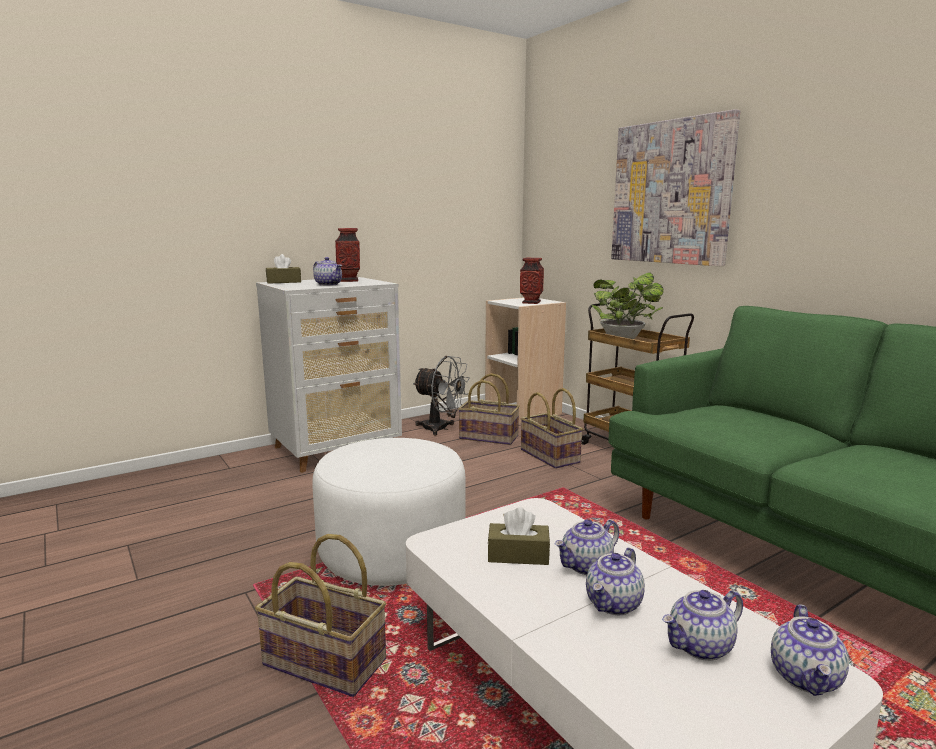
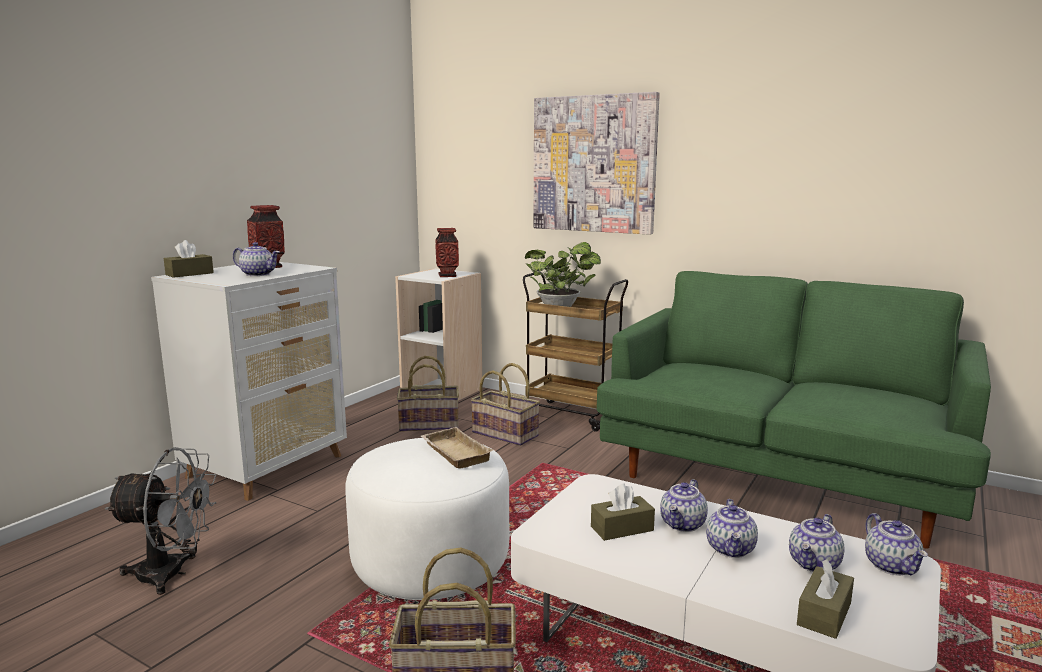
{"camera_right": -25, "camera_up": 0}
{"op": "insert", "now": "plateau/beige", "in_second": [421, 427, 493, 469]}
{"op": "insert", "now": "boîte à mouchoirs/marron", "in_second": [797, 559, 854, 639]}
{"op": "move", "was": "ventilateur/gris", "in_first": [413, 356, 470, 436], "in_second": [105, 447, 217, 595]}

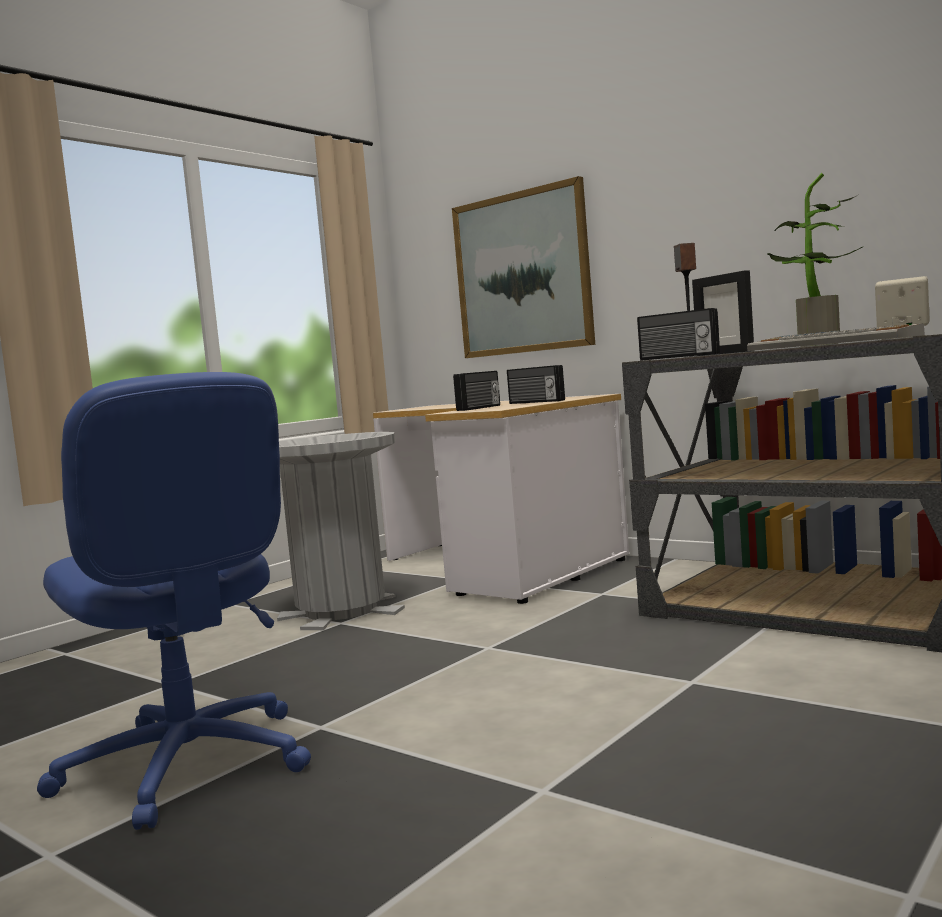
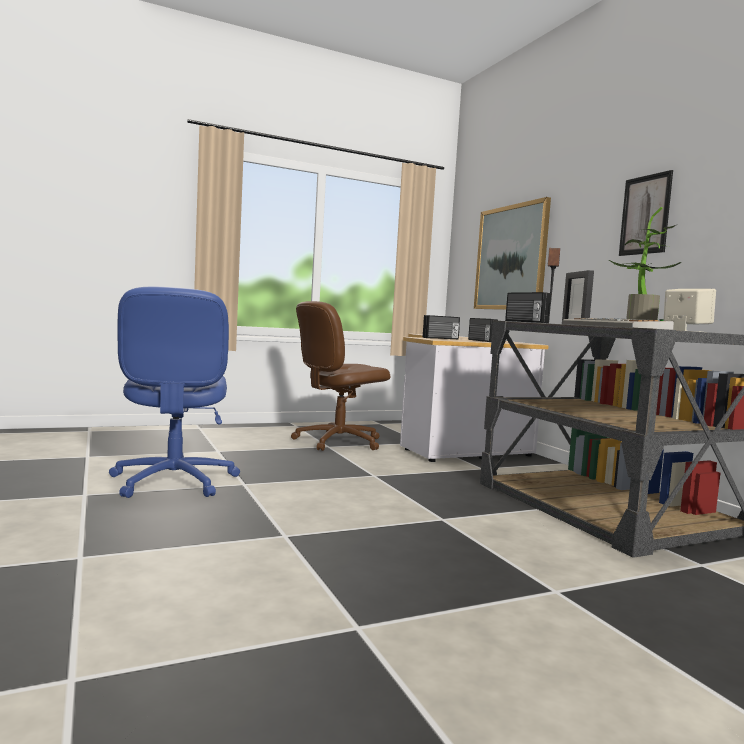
{"camera_right": 25, "camera_up": 0}
{"op": "insert", "now": "tableau", "in_second": [619, 170, 673, 256]}
{"op": "replace", "was": "poubelle/gris", "now": "chaise de bureau/marron", "in_first": [277, 432, 405, 630], "in_second": [291, 301, 391, 451]}

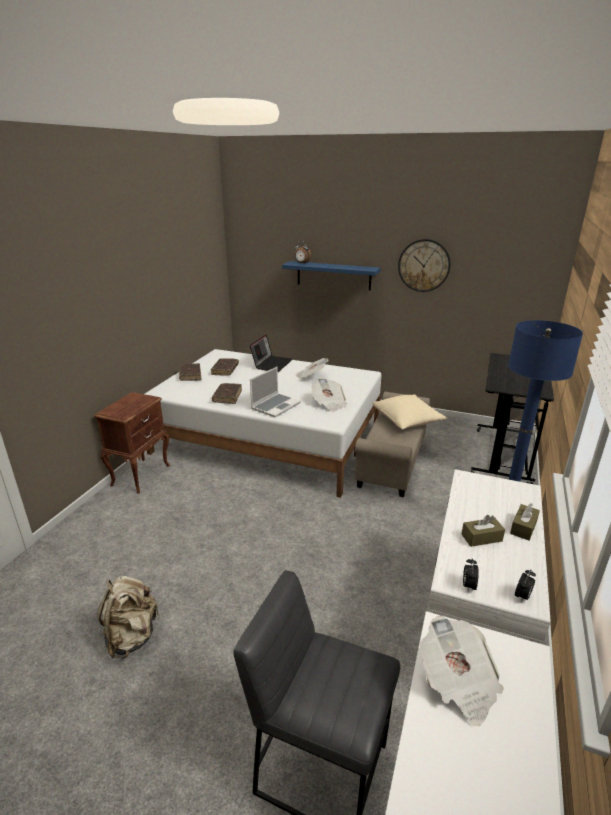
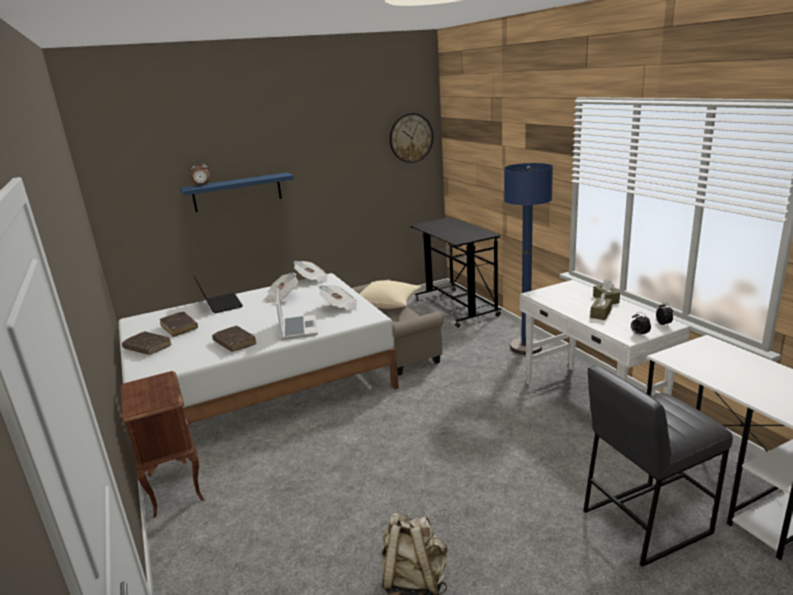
{"camera_right": -45, "camera_up": -5}
{"op": "move", "was": "horloge murale", "in_first": [398, 239, 451, 292], "in_second": [389, 113, 433, 163]}
{"op": "move", "was": "journal", "in_first": [420, 615, 504, 726], "in_second": [294, 261, 328, 283]}

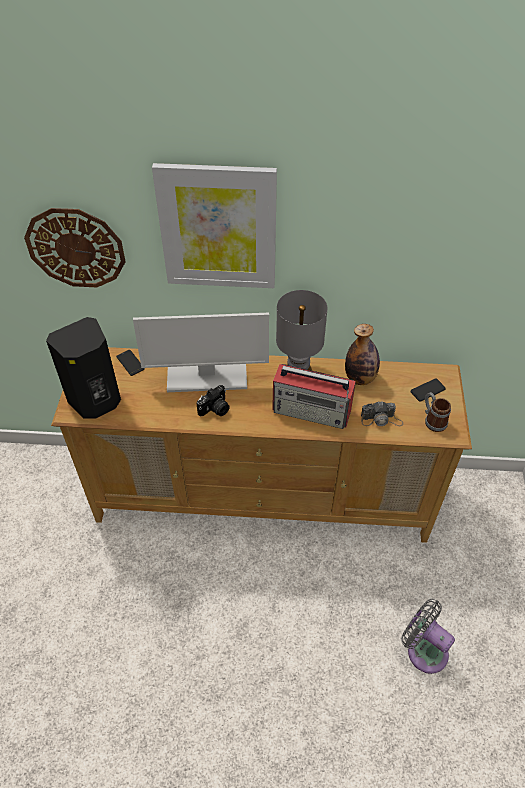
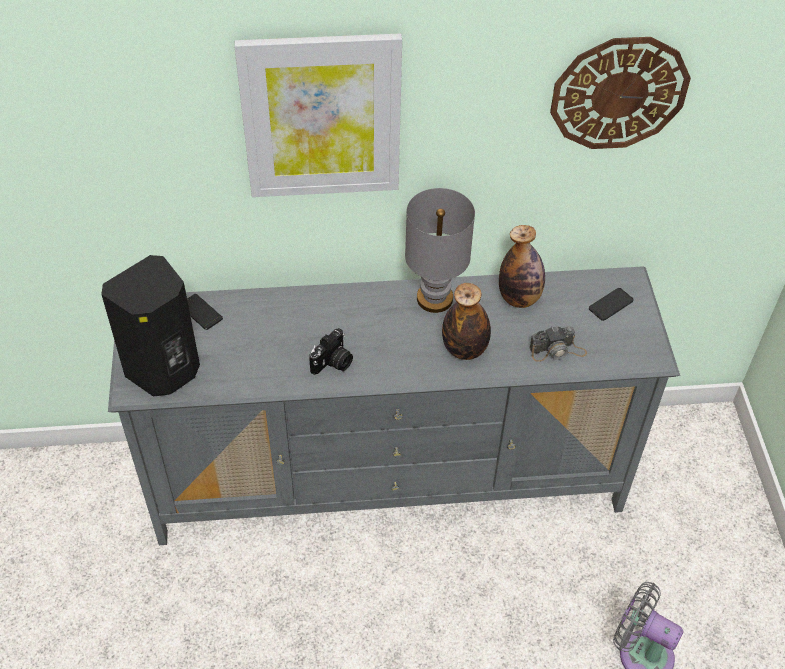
{"camera_right": -10, "camera_up": 0}
{"op": "delete", "was": "écran d'ordinateur", "in_first": [133, 313, 269, 392]}
{"op": "delete", "was": "mug", "in_first": [425, 392, 451, 432]}
{"op": "move", "was": "horloge murale", "in_first": [24, 208, 126, 287], "in_second": [550, 37, 691, 149]}
{"op": "replace", "was": "radio", "now": "bouteille", "in_first": [272, 364, 356, 429], "in_second": [442, 283, 491, 360]}
{"op": "recolor", "was": "commode/marron", "now": "commode/gris", "in_first": [51, 347, 472, 543], "in_second": [108, 266, 680, 545]}

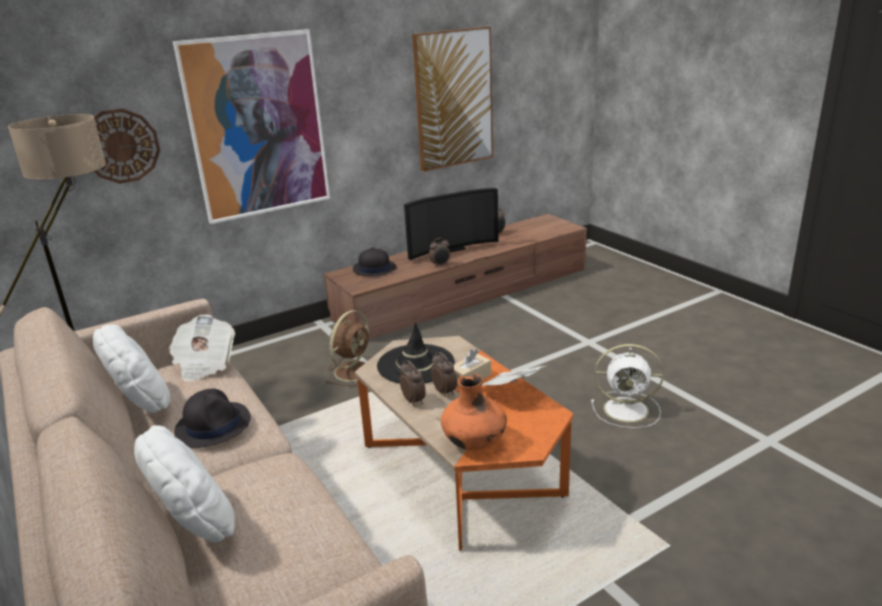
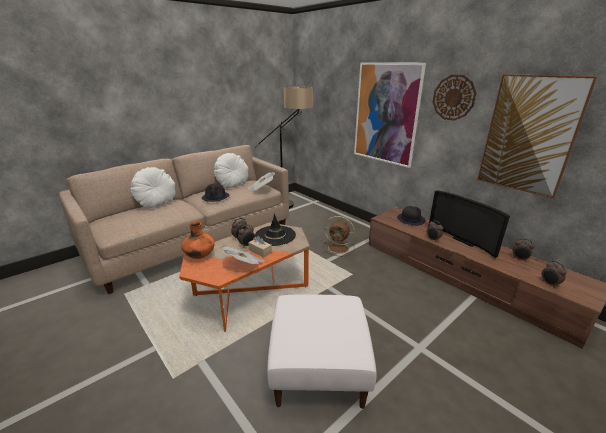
{"camera_right": 80, "camera_up": 0}
{"op": "insert", "now": "réveil", "in_second": [541, 261, 567, 288]}
{"op": "move", "was": "horloge murale", "in_first": [94, 109, 160, 184], "in_second": [433, 75, 476, 121]}
{"op": "replace", "was": "ventilateur/blanc", "now": "pouf/blanc", "in_first": [591, 344, 664, 428], "in_second": [267, 295, 377, 409]}

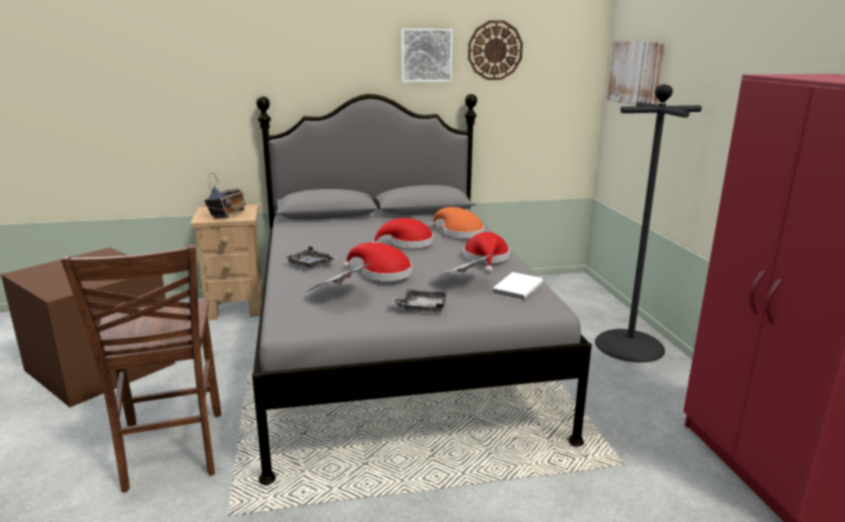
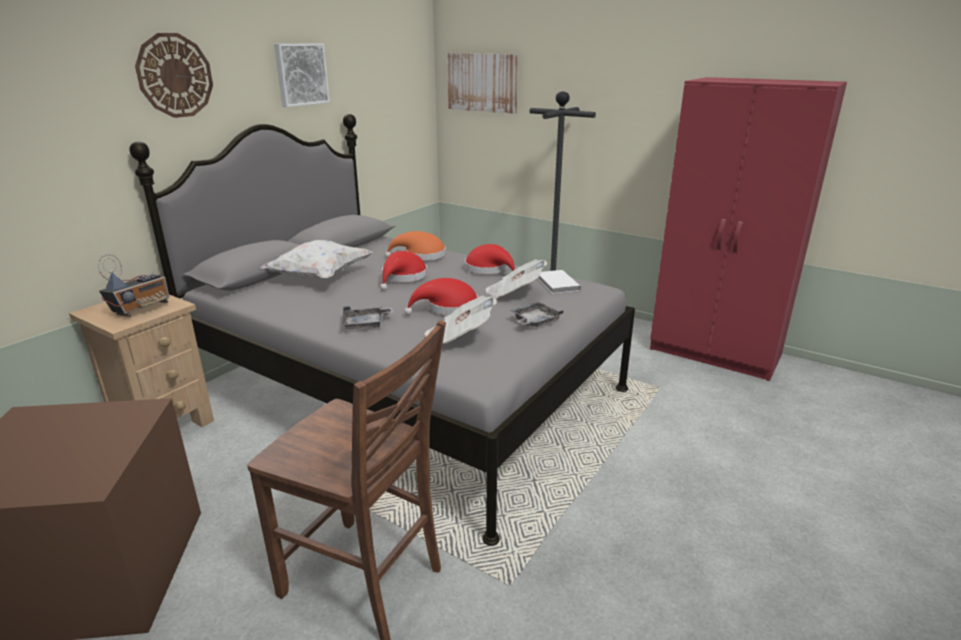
{"camera_right": -45, "camera_up": 5}
{"op": "insert", "now": "coussin/blanc", "in_second": [261, 240, 373, 280]}
{"op": "move", "was": "horloge murale", "in_first": [468, 20, 523, 80], "in_second": [135, 33, 213, 118]}
{"op": "rotate", "was": "radio", "in_first": [204, 173, 246, 218], "in_second": [98, 254, 170, 317], "clockwise": 60}

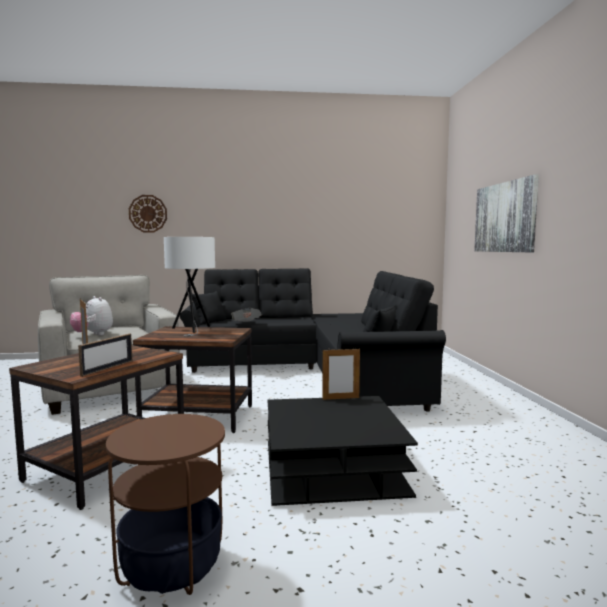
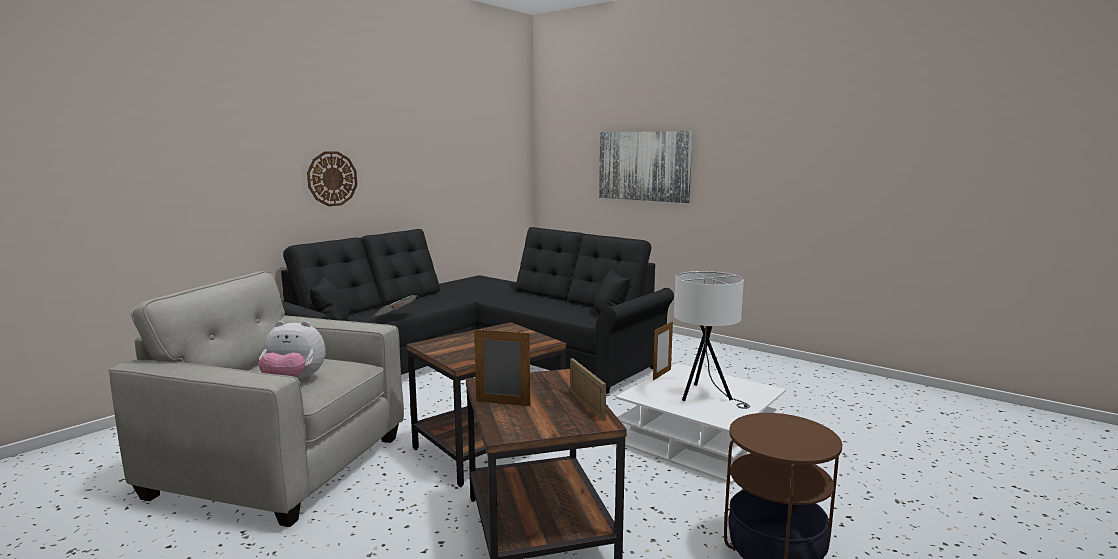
{"camera_right": -45, "camera_up": 5}
{"op": "move", "was": "horloge murale", "in_first": [129, 195, 167, 233], "in_second": [307, 151, 357, 206]}
{"op": "move", "was": "lampe de table/blanc", "in_first": [164, 237, 215, 337], "in_second": [674, 271, 750, 409]}
{"op": "recolor", "was": "table basse/noir", "now": "table basse/blanc", "in_first": [267, 396, 418, 506], "in_second": [615, 363, 786, 484]}

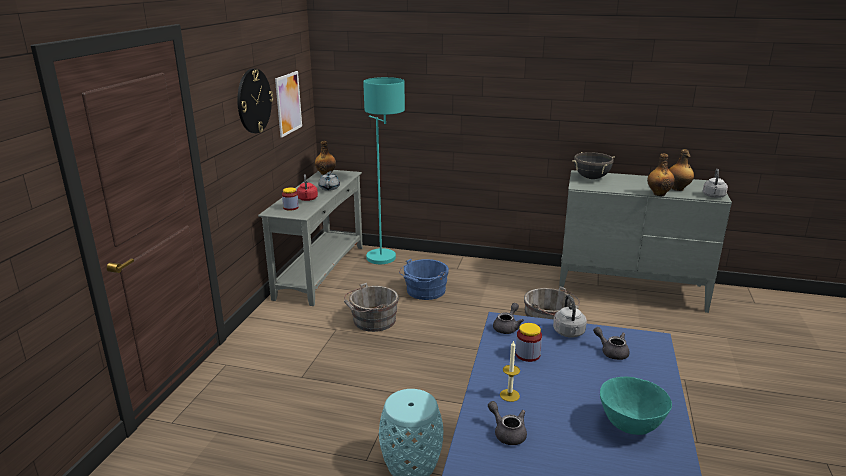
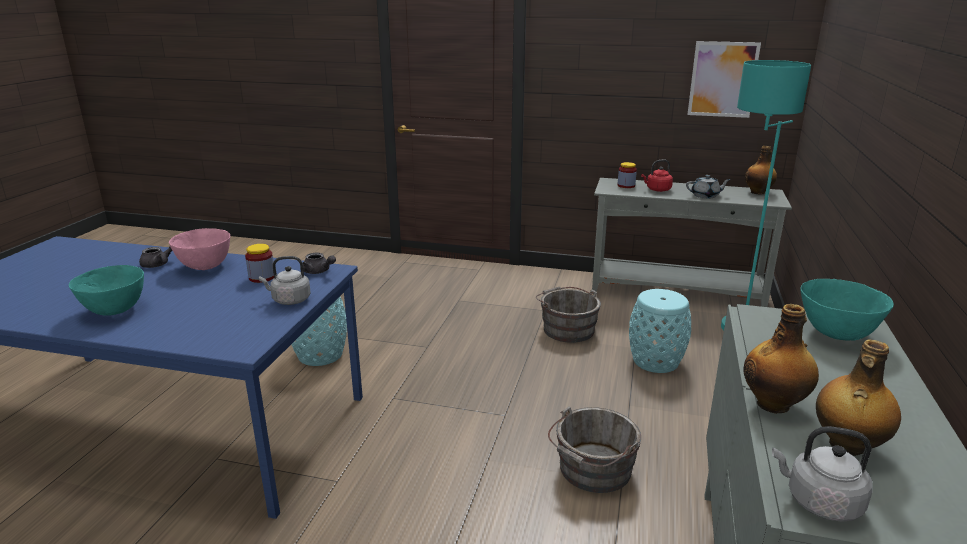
{"camera_right": 90, "camera_up": 0}
{"op": "delete", "was": "horloge murale", "in_first": [237, 69, 273, 133]}
{"op": "delete", "was": "théière/gris", "in_first": [593, 327, 630, 360]}
{"op": "replace", "was": "seau/bleu", "now": "tabouret/turquoise", "in_first": [399, 259, 449, 300], "in_second": [629, 289, 691, 373]}
{"op": "replace", "was": "bougie", "now": "bol/rose", "in_first": [500, 340, 520, 402], "in_second": [169, 228, 230, 270]}
{"op": "replace", "was": "marmite/noir", "now": "bol/turquoise", "in_first": [572, 152, 615, 179], "in_second": [800, 279, 894, 340]}

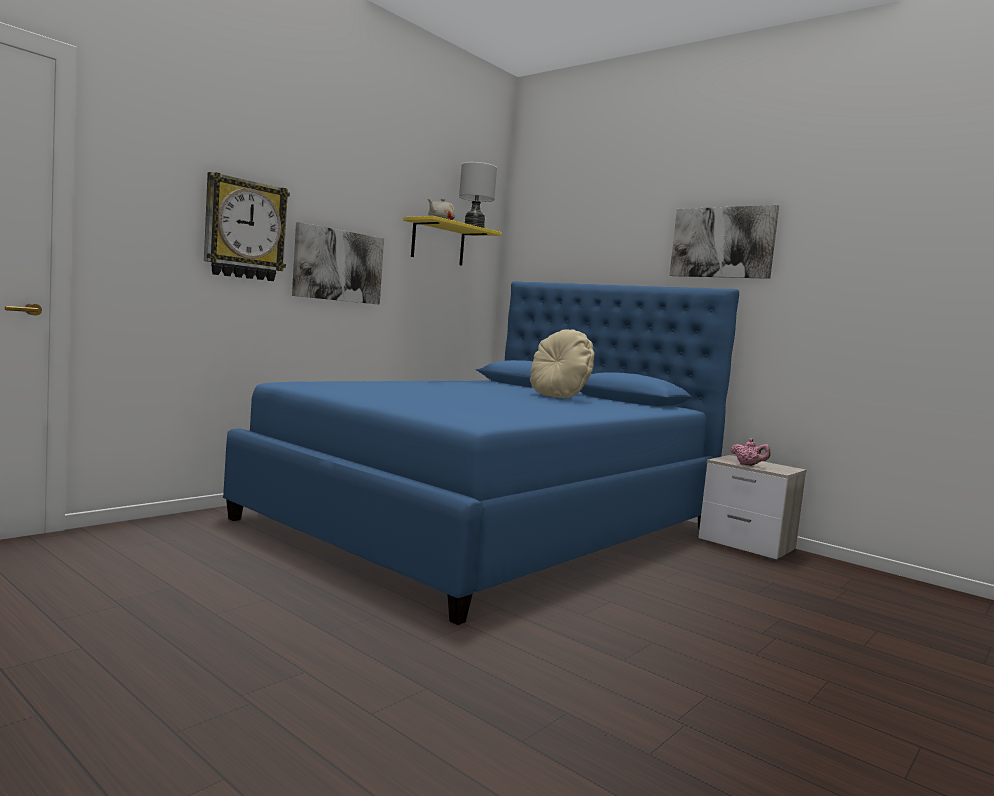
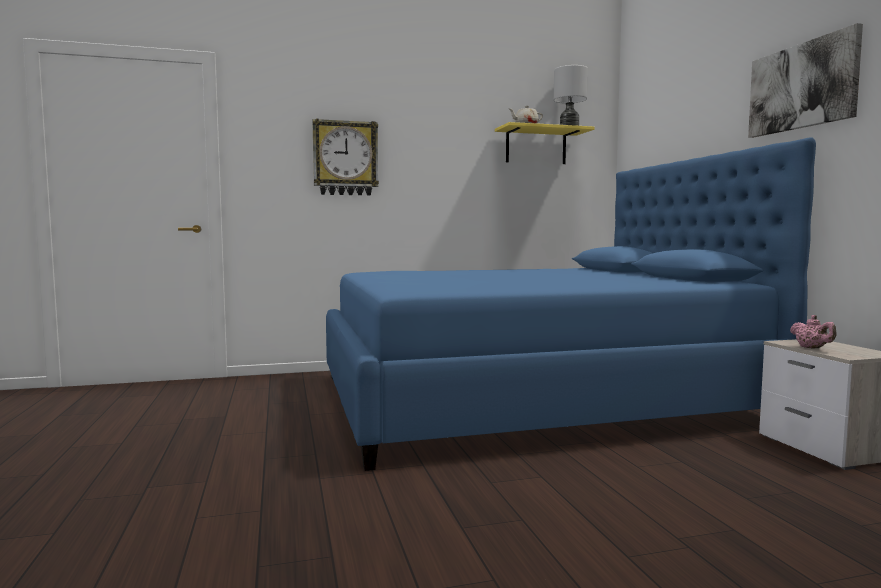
{"camera_right": 35, "camera_up": 0}
{"op": "delete", "was": "tableau", "in_first": [292, 222, 384, 305]}
{"op": "delete", "was": "coussin/beige", "in_first": [530, 329, 594, 398]}

